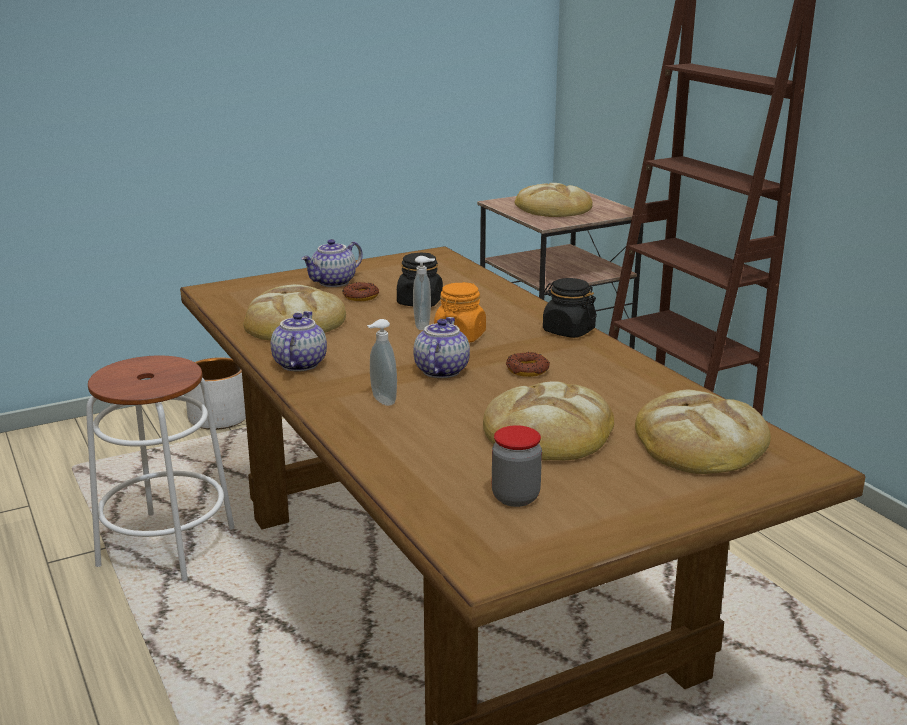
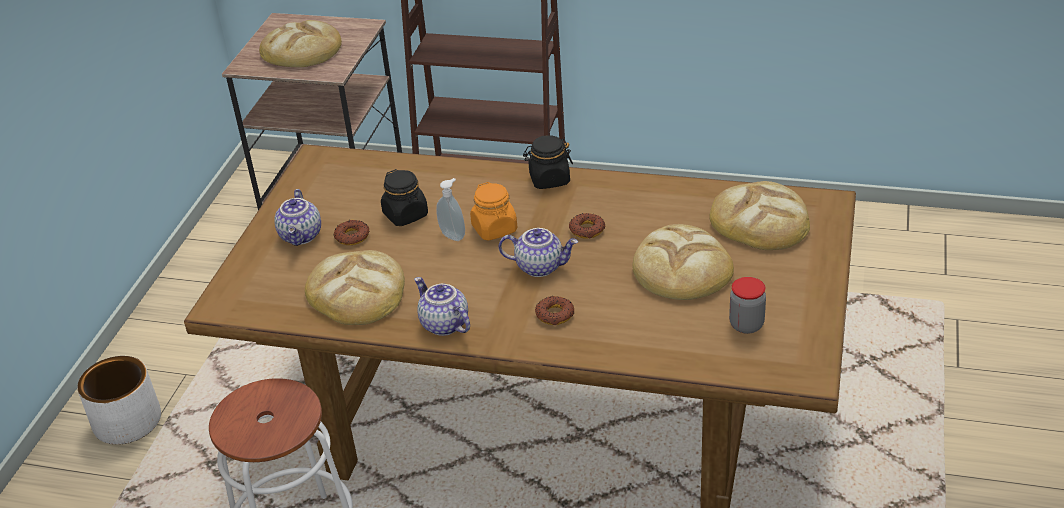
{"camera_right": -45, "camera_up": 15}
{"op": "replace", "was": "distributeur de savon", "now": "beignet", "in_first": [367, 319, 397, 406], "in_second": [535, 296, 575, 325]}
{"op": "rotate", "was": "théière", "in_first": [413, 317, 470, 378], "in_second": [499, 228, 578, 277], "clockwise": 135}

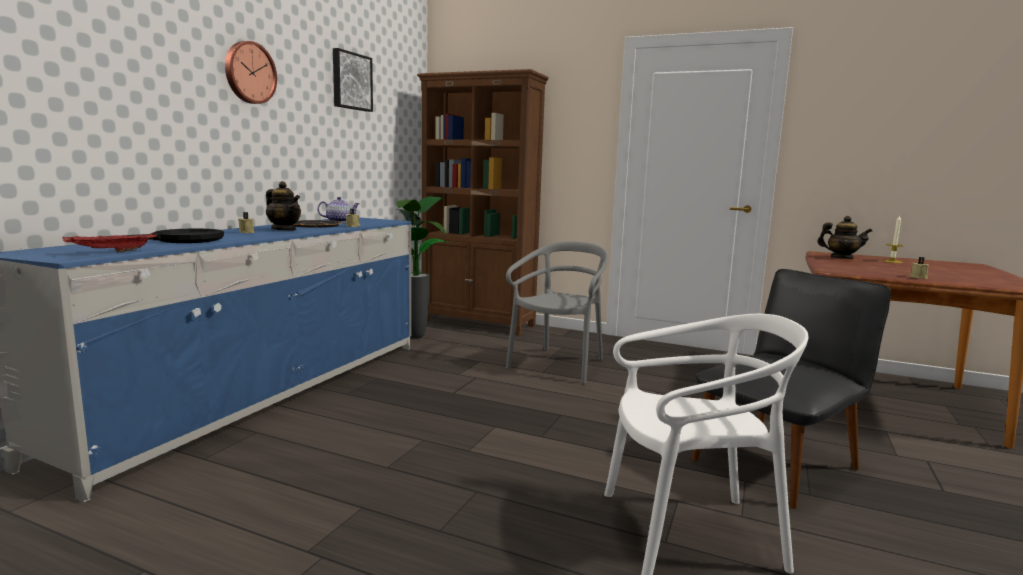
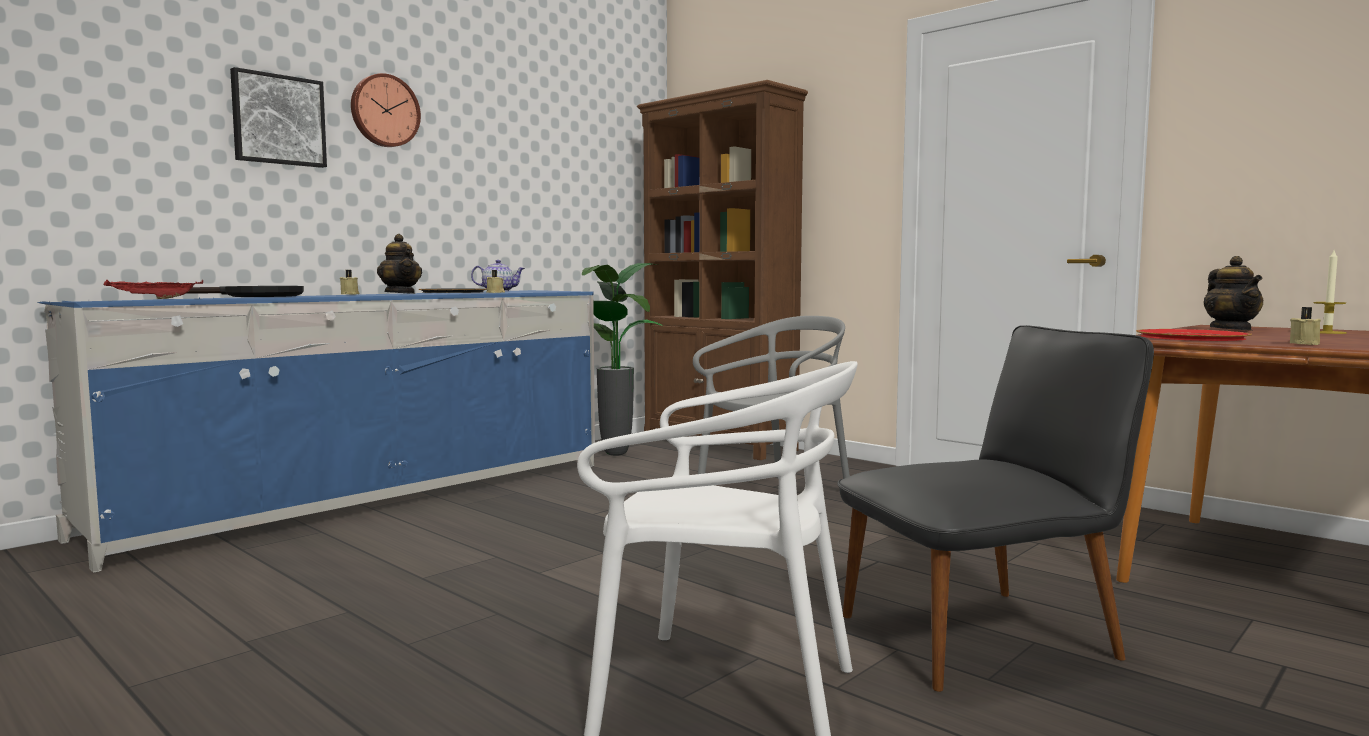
{"camera_right": 20, "camera_up": -5}
{"op": "insert", "now": "assiette/rouge", "in_second": [1136, 329, 1252, 341]}
{"op": "move", "was": "tableau", "in_first": [333, 48, 373, 112], "in_second": [230, 67, 327, 168]}
{"op": "rotate", "was": "théière", "in_first": [817, 216, 872, 259], "in_second": [1204, 256, 1263, 330], "clockwise": 45}

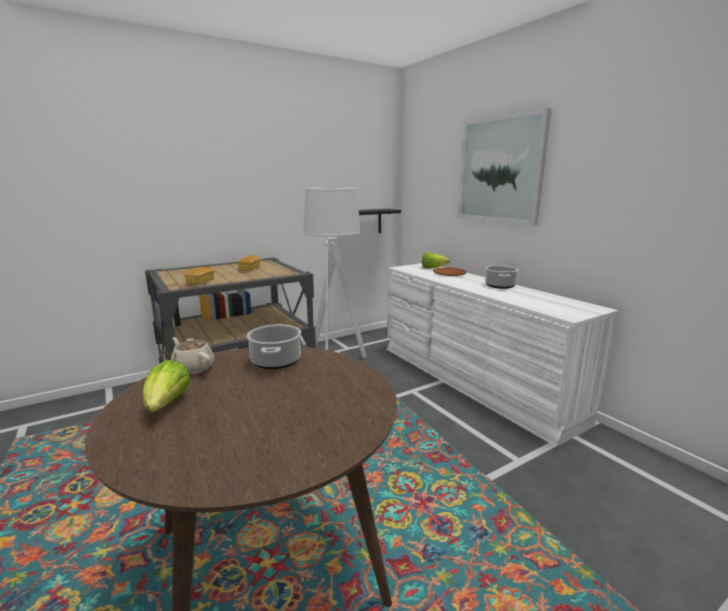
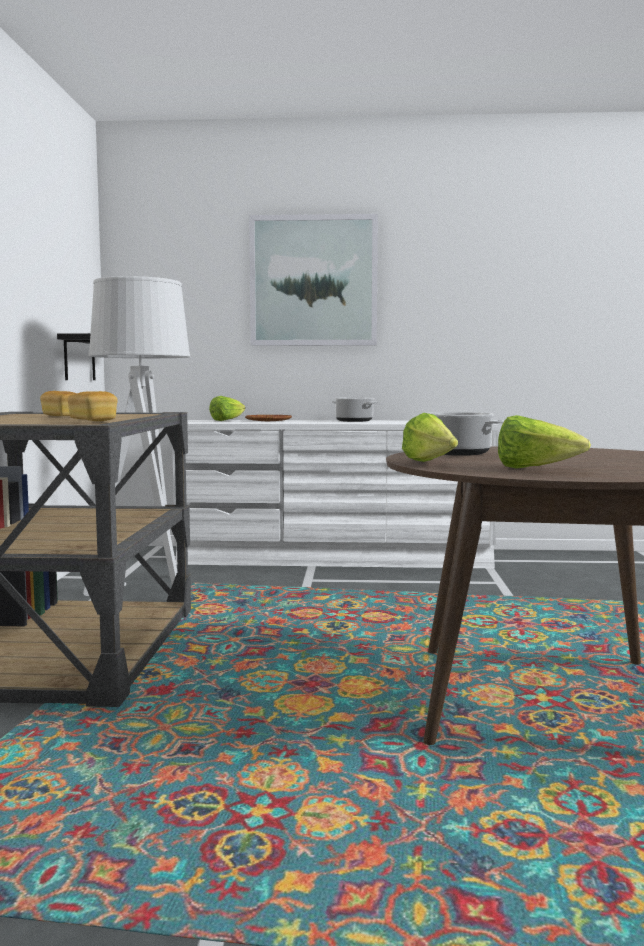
{"camera_right": -55, "camera_up": -10}
{"op": "replace", "was": "théière/beige", "now": "laitue", "in_first": [171, 337, 214, 375], "in_second": [402, 413, 458, 462]}

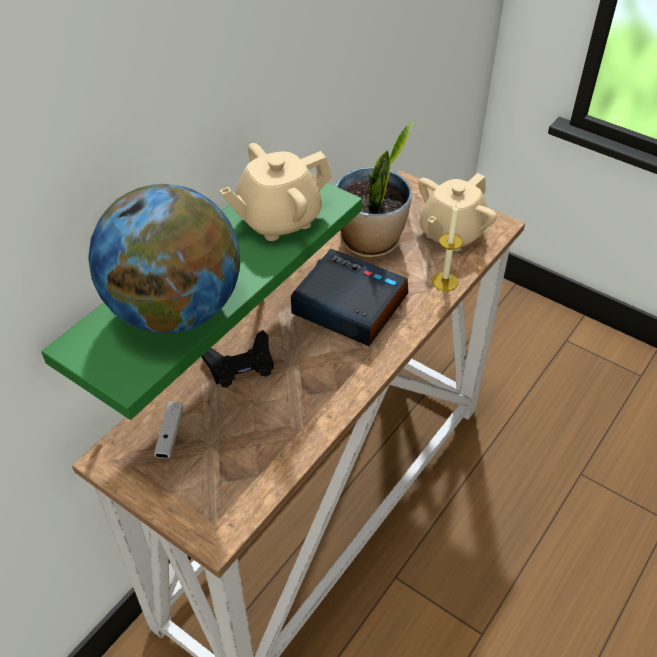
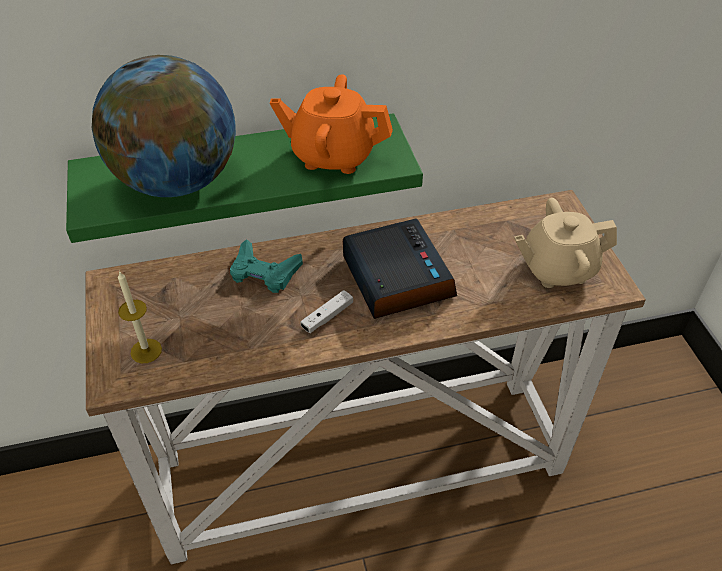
{"camera_right": 40, "camera_up": 0}
{"op": "delete", "was": "plante en pot", "in_first": [334, 122, 414, 258]}
{"op": "move", "was": "manette/blanc", "in_first": [154, 402, 183, 458], "in_second": [301, 290, 353, 333]}
{"op": "move", "was": "bougie", "in_first": [432, 204, 463, 291], "in_second": [118, 271, 162, 363]}
{"op": "recolor", "was": "manette/noir", "now": "manette/turquoise", "in_first": [201, 330, 274, 387], "in_second": [230, 239, 303, 293]}
{"op": "recolor", "was": "théière/beige", "now": "théière/orange", "in_first": [219, 143, 332, 241], "in_second": [270, 74, 393, 174]}

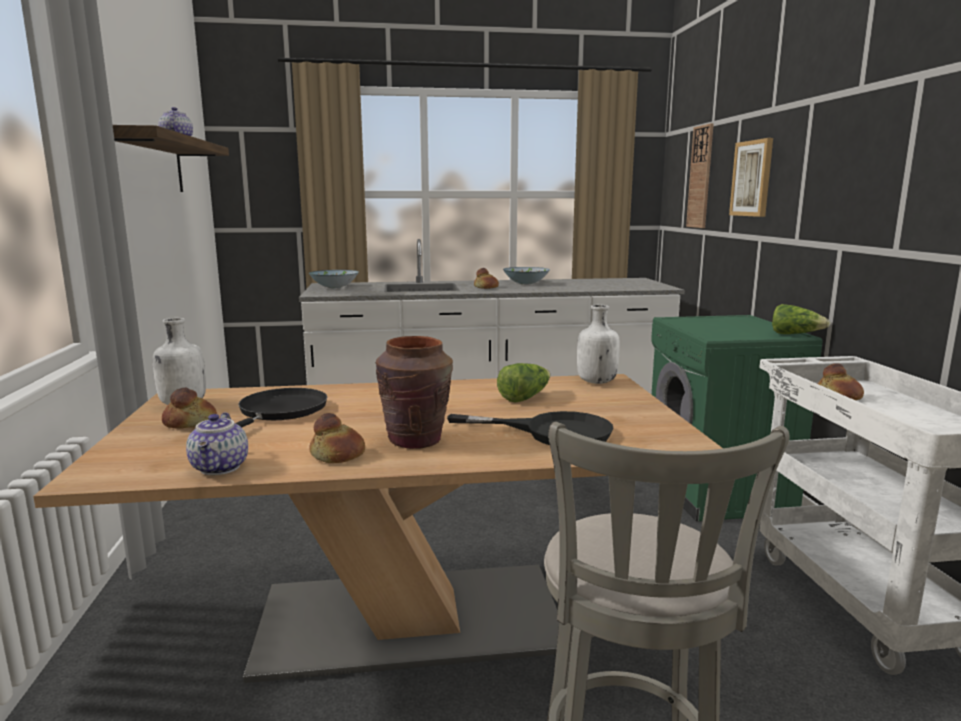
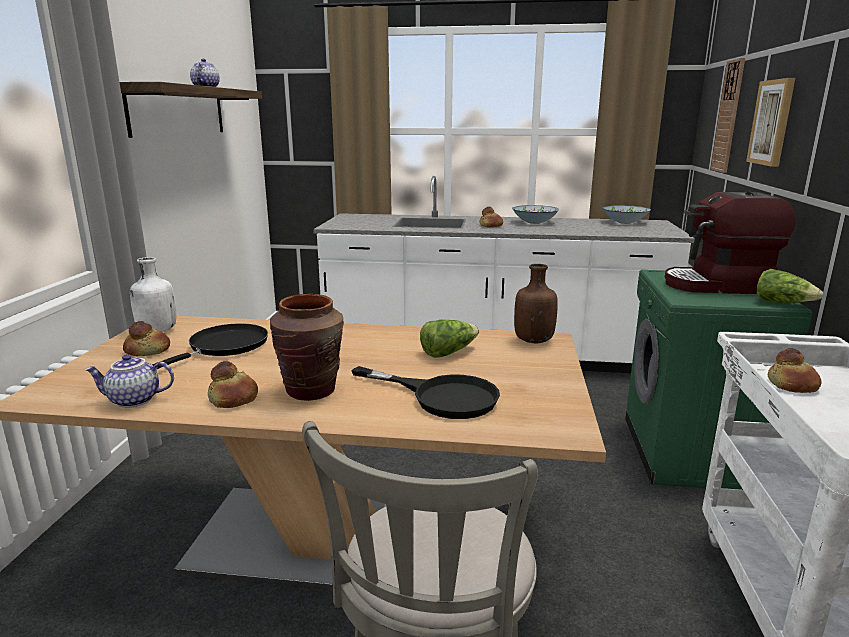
{"camera_right": 15, "camera_up": 5}
{"op": "insert", "now": "machine à café", "in_second": [665, 192, 795, 294]}
{"op": "move", "was": "bol", "in_first": [309, 270, 359, 288], "in_second": [602, 205, 651, 224]}
{"op": "recolor", "was": "bouteille/blanc", "now": "bouteille/marron", "in_first": [577, 305, 620, 384], "in_second": [514, 264, 558, 343]}
{"op": "rotate", "was": "théière", "in_first": [186, 413, 248, 475], "in_second": [84, 354, 174, 408], "clockwise": 75}

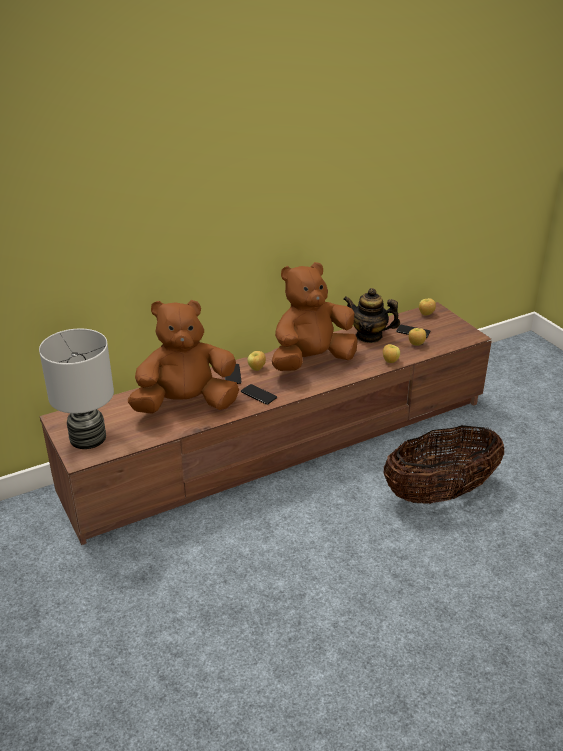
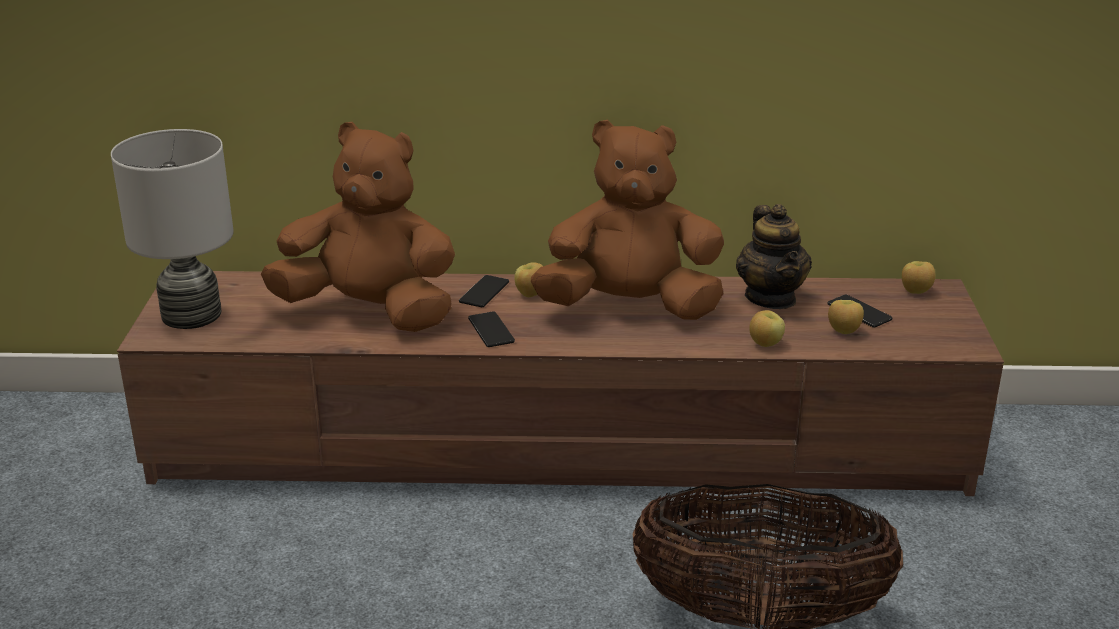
{"camera_right": 30, "camera_up": -5}
{"op": "rotate", "was": "théière", "in_first": [343, 288, 400, 343], "in_second": [736, 204, 812, 309], "clockwise": -150}

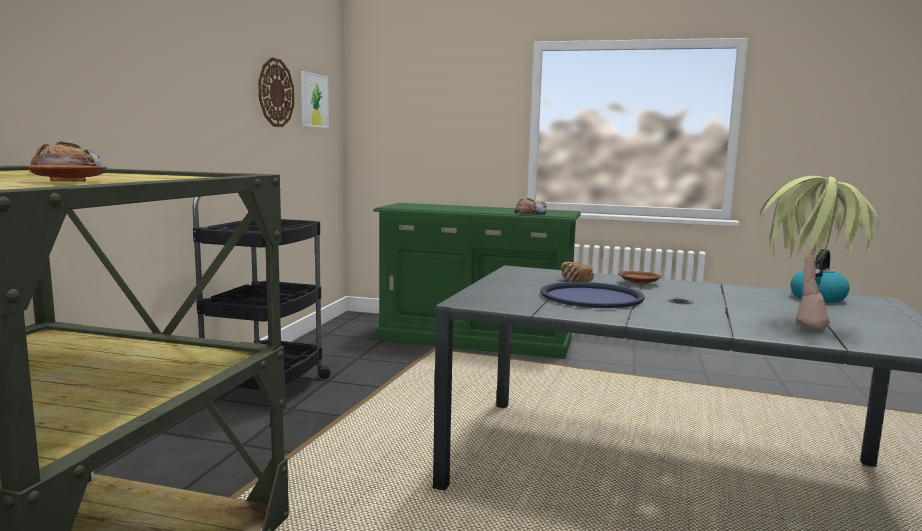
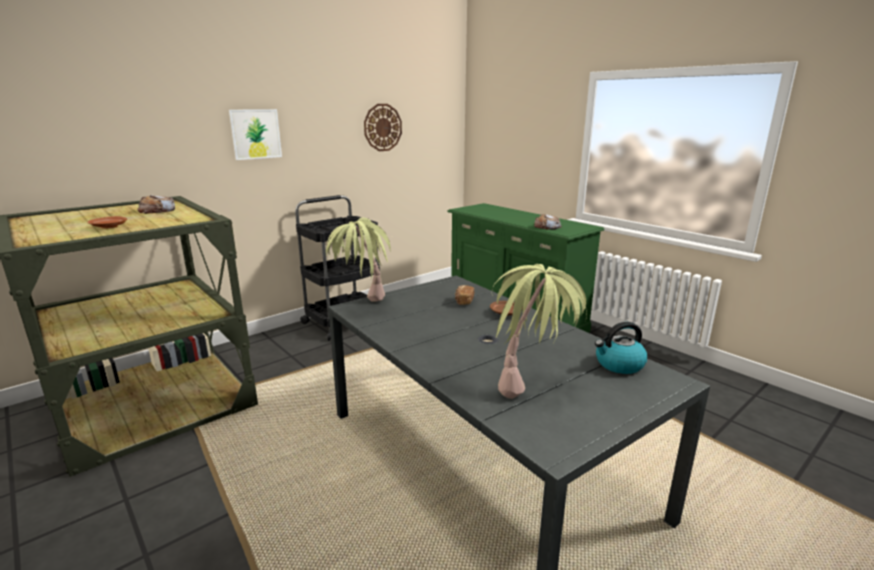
{"camera_right": 35, "camera_up": 10}
{"op": "delete", "was": "plateau/bleu", "in_first": [540, 282, 645, 308]}
{"op": "insert", "now": "plante en pot", "in_second": [326, 217, 394, 302]}
{"op": "move", "was": "tableau", "in_first": [301, 71, 329, 128], "in_second": [229, 109, 282, 160]}

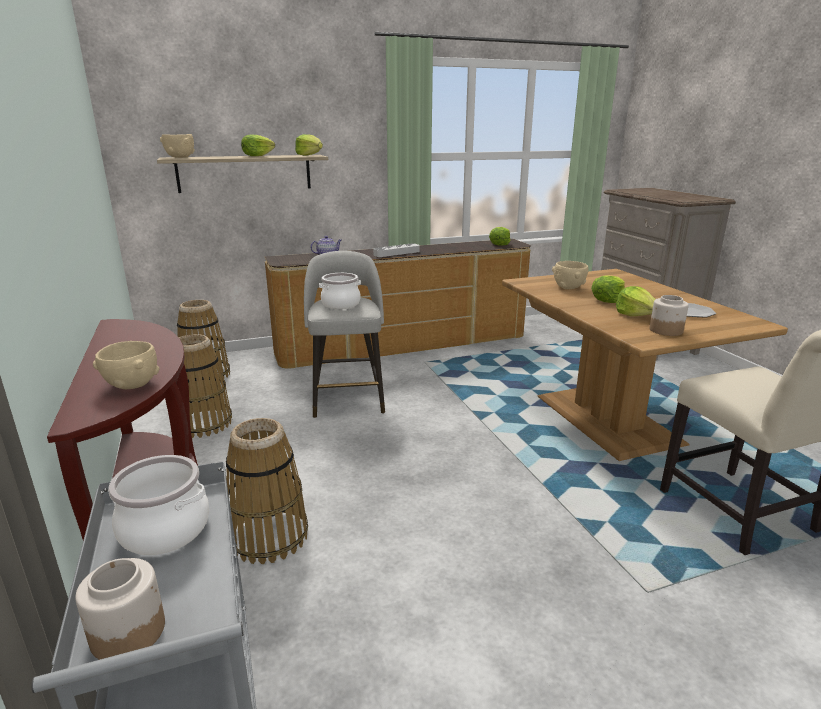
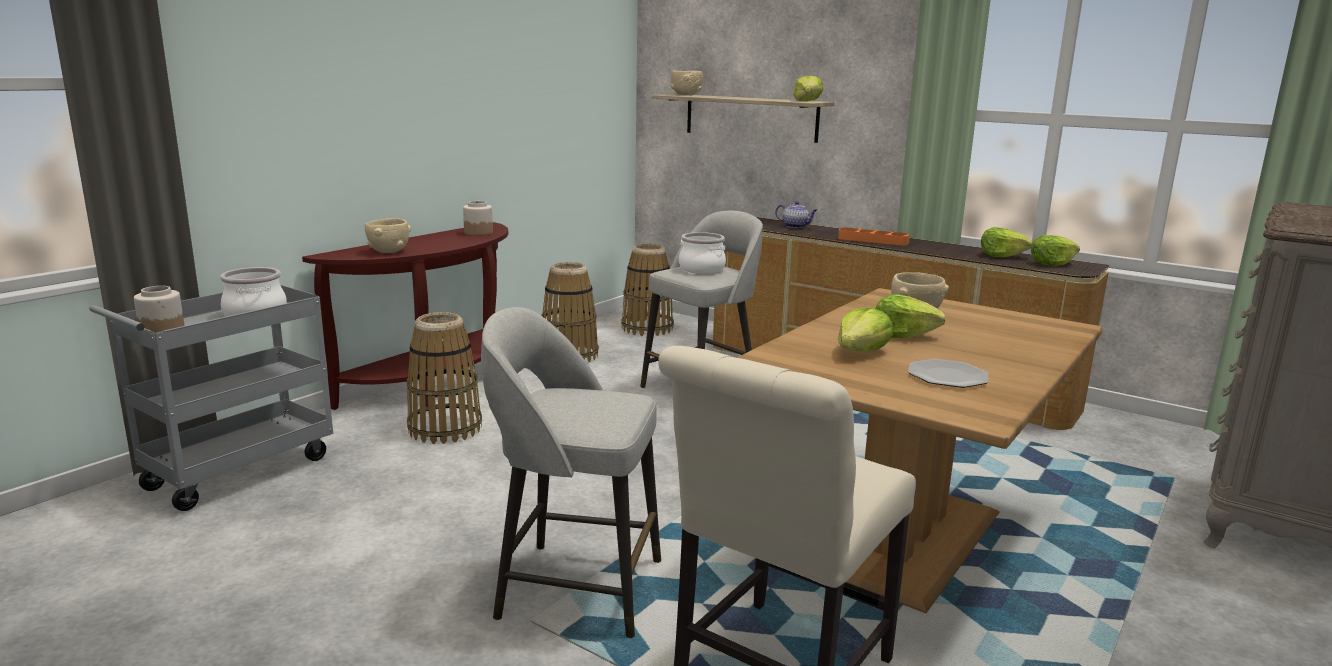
{"camera_right": 55, "camera_up": -5}
{"op": "insert", "now": "tabouret/gris", "in_second": [481, 307, 661, 638]}
{"op": "move", "was": "laitue", "in_first": [241, 134, 275, 156], "in_second": [981, 227, 1032, 258]}
{"op": "move", "was": "bocal", "in_first": [649, 295, 689, 336], "in_second": [463, 201, 493, 236]}
{"op": "recolor", "was": "plateau/gris", "now": "plateau/orange", "in_first": [373, 243, 420, 257], "in_second": [838, 227, 910, 246]}

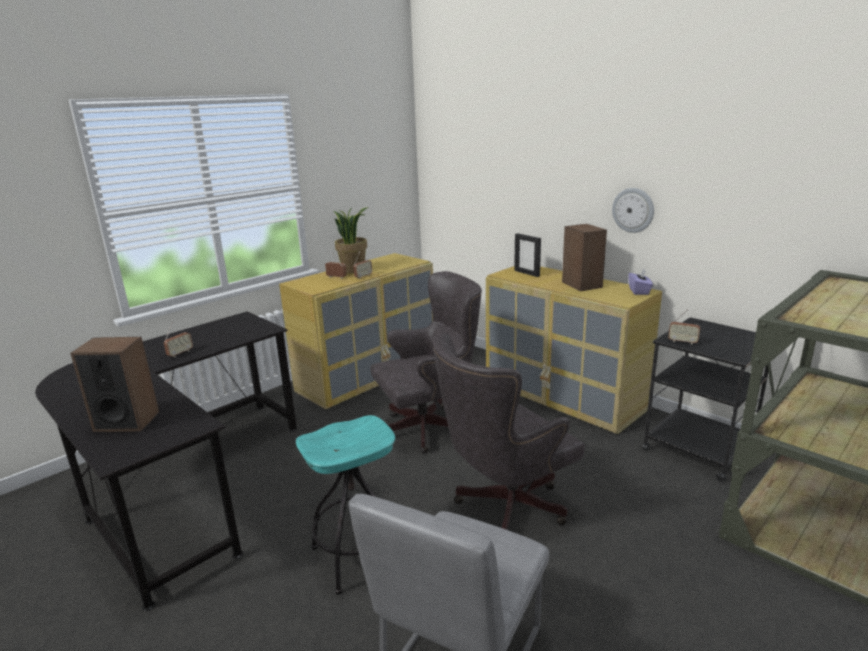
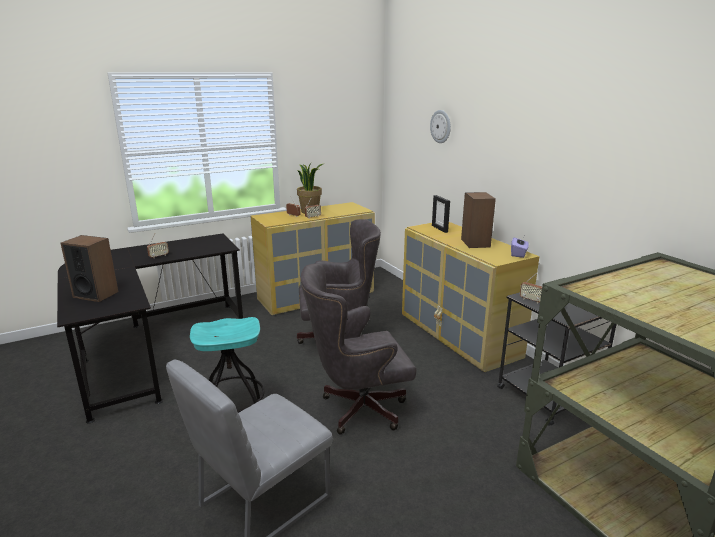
{"camera_right": 15, "camera_up": 0}
{"op": "move", "was": "horloge murale", "in_first": [612, 188, 654, 233], "in_second": [430, 110, 451, 143]}

